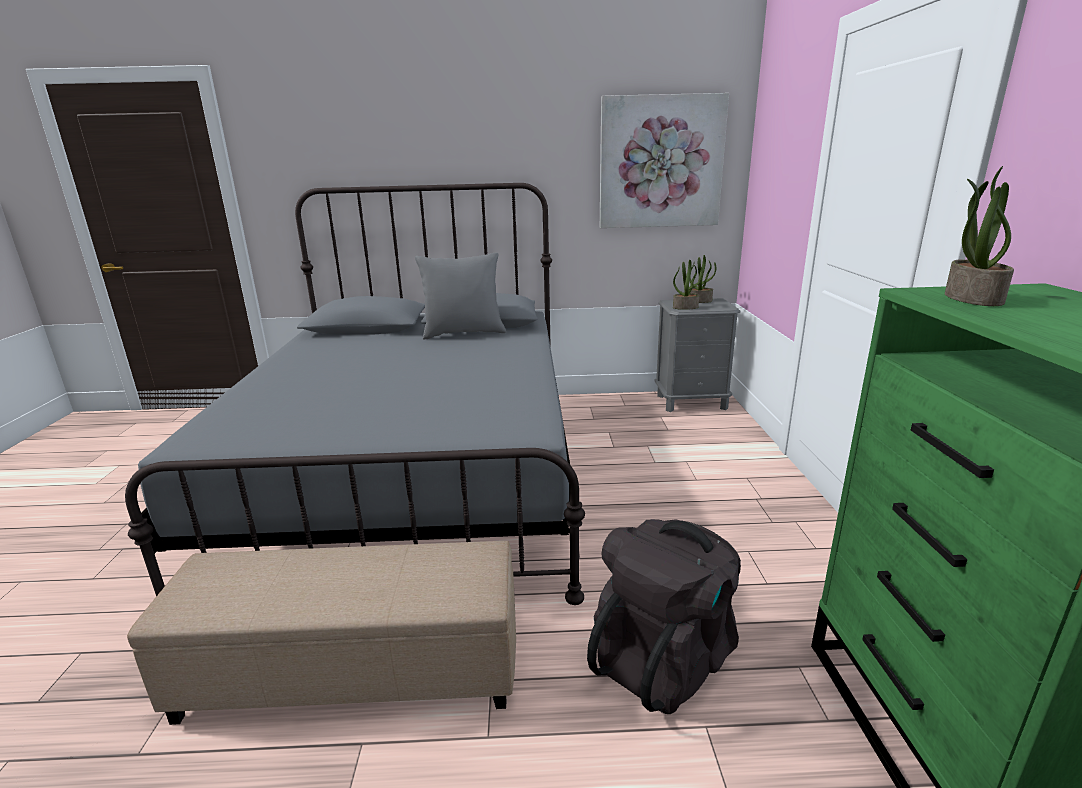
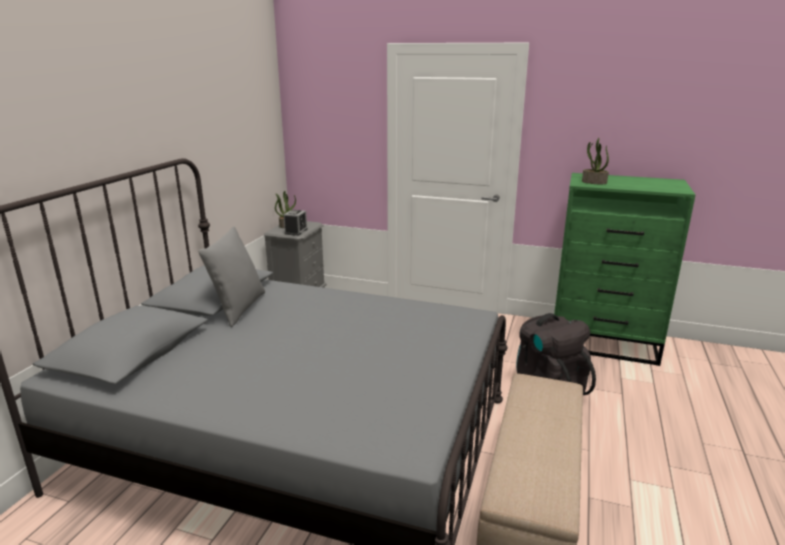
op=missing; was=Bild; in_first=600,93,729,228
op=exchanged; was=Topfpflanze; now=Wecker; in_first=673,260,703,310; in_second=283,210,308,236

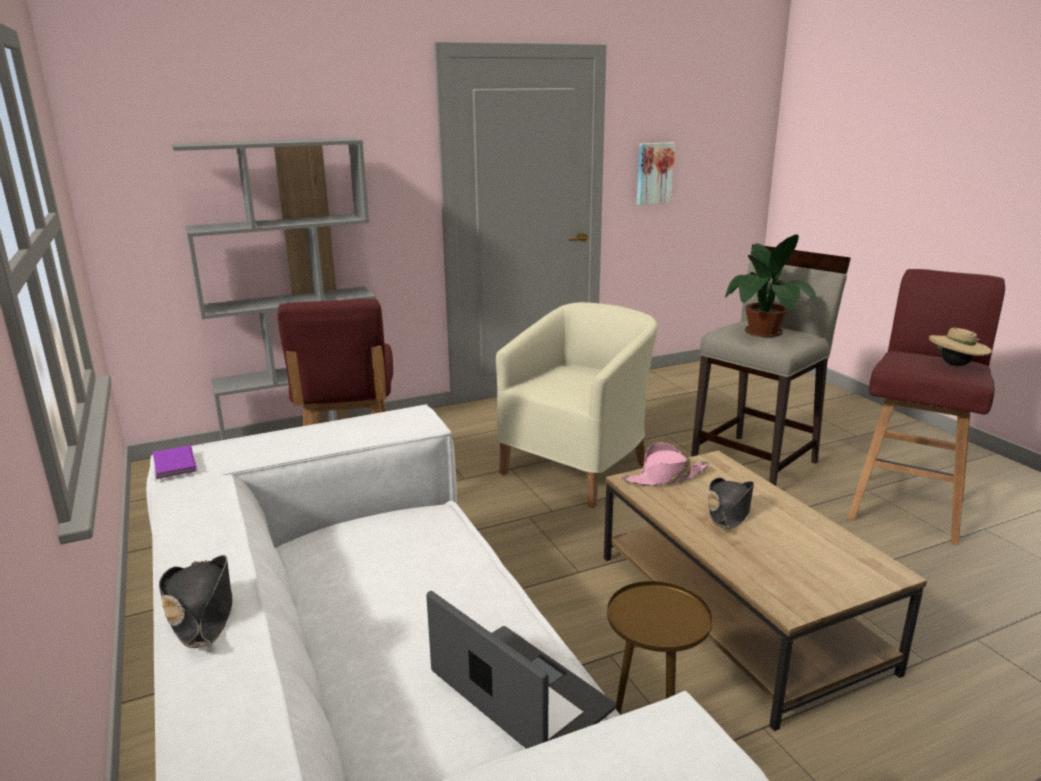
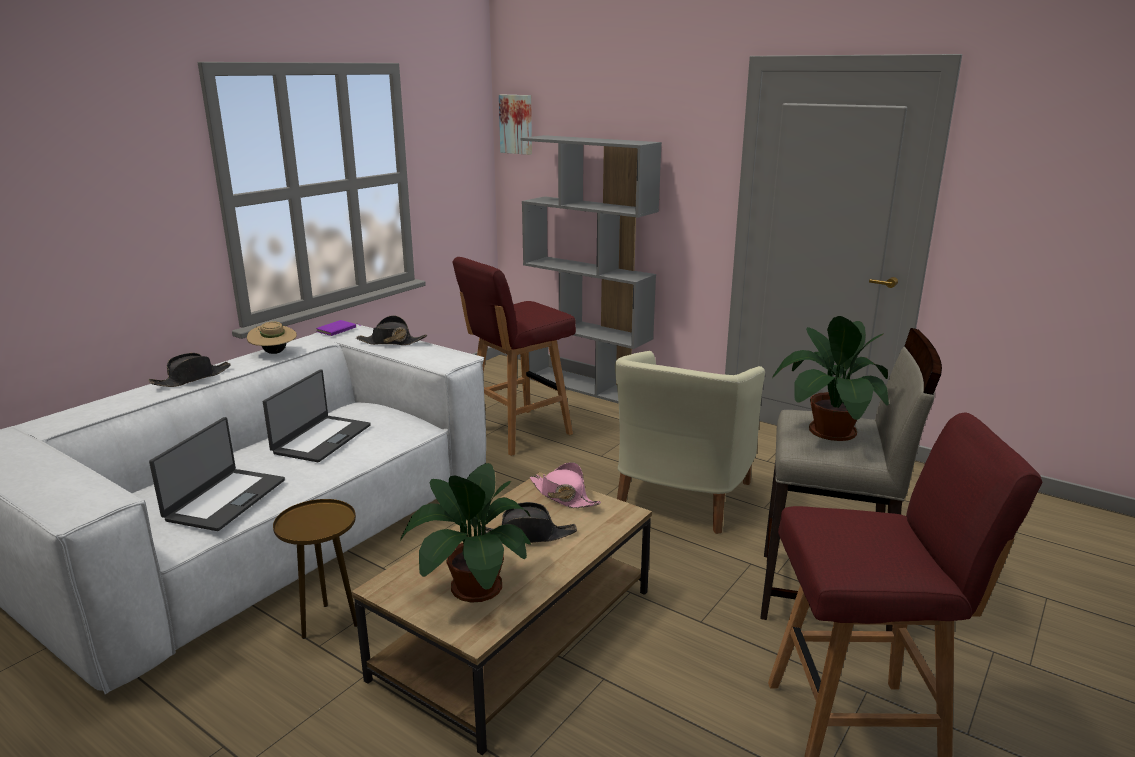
op=relocated; was=Bild; in_first=637,142,675,205; in_second=499,95,532,155
op=spun; was=Sessel/beige; in_first=496,302,658,508; in_second=615,351,765,534; clockwise=105
op=relocated; was=Hut/beige; in_first=929,328,992,366; in_second=247,321,297,354
op=appeared; now=Hut/schwarz; in_second=356,315,427,345
op=appeared; now=Laptop; in_second=263,370,371,462
op=appeared; now=Topfpflanze; in_second=400,463,531,603

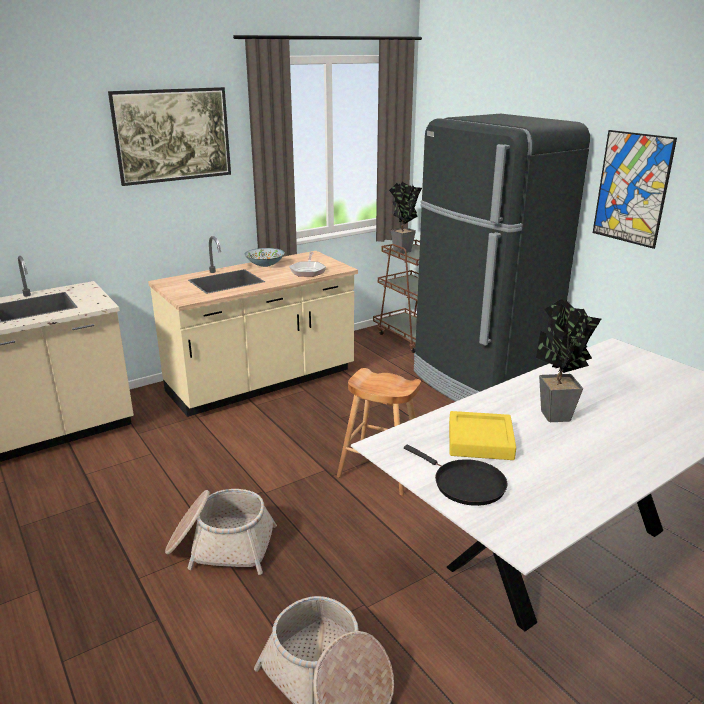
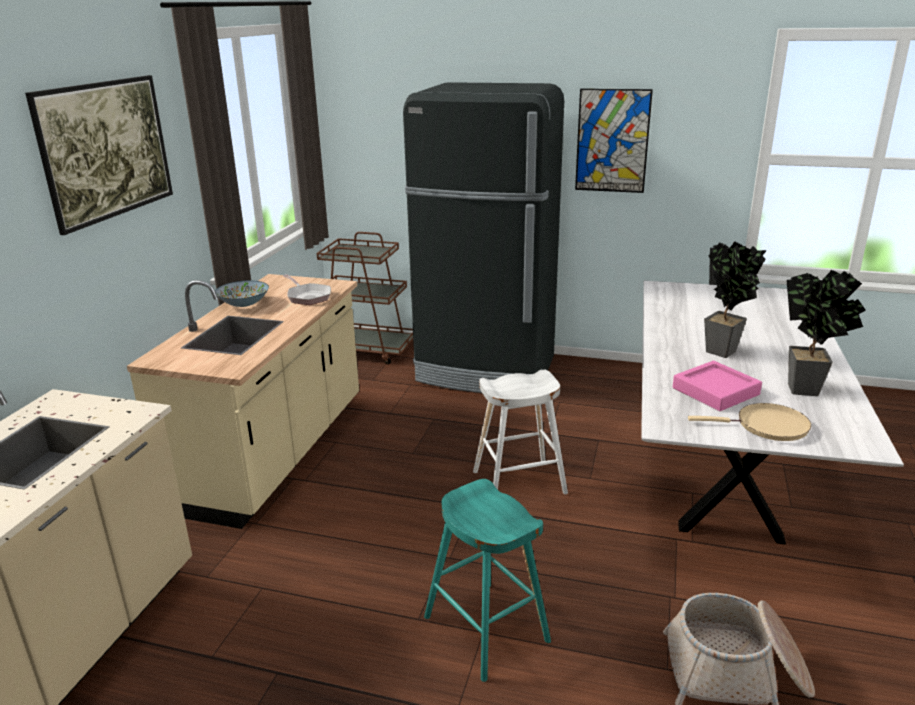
op=relocated; was=Topfpflanze; in_first=389,182,422,254; in_second=787,270,866,396
op=colour; was=Hocker/braun; now=Hocker/weiß; in_first=337,368,421,495; in_second=473,369,568,494
op=colour; was=Tablett/gelb; now=Tablett/rosa; in_first=449,411,516,460; in_second=673,361,762,411
op=colour; was=Pfanne/schwarz; now=Pfanne/beige; in_first=404,445,507,506; in_second=688,403,811,441
op=exchanged; was=Korb; now=Hocker/türkis; in_first=165,489,277,575; in_second=424,479,551,682

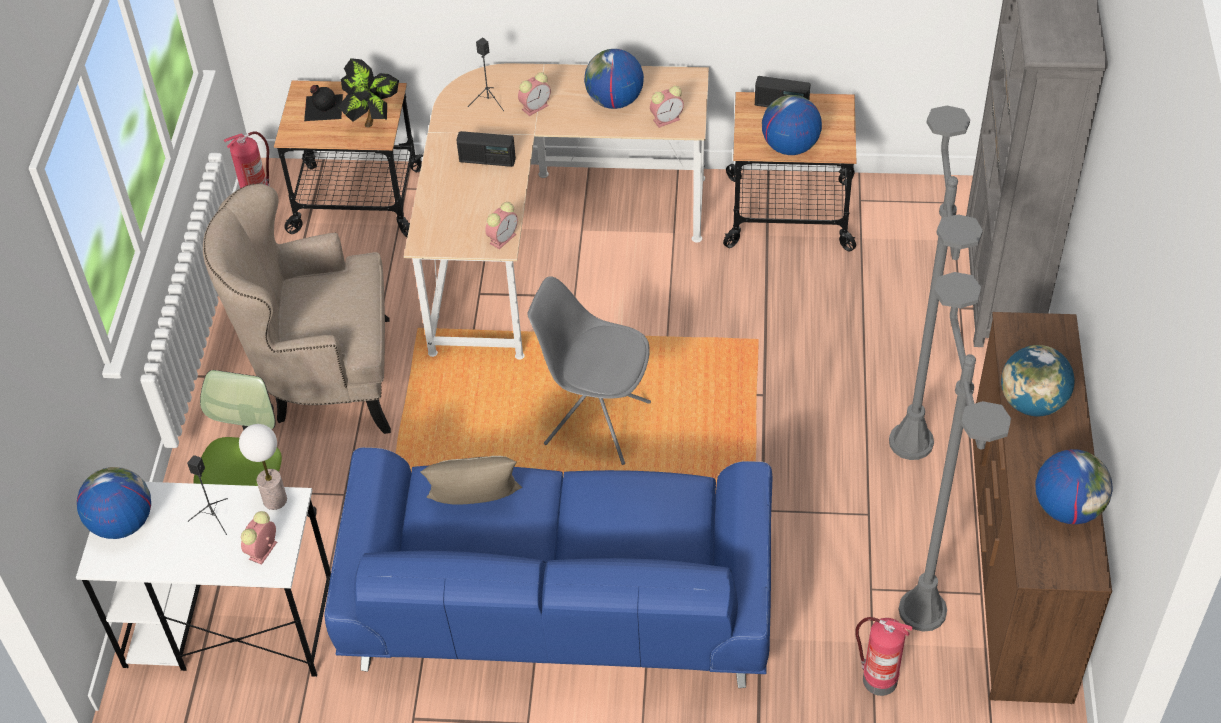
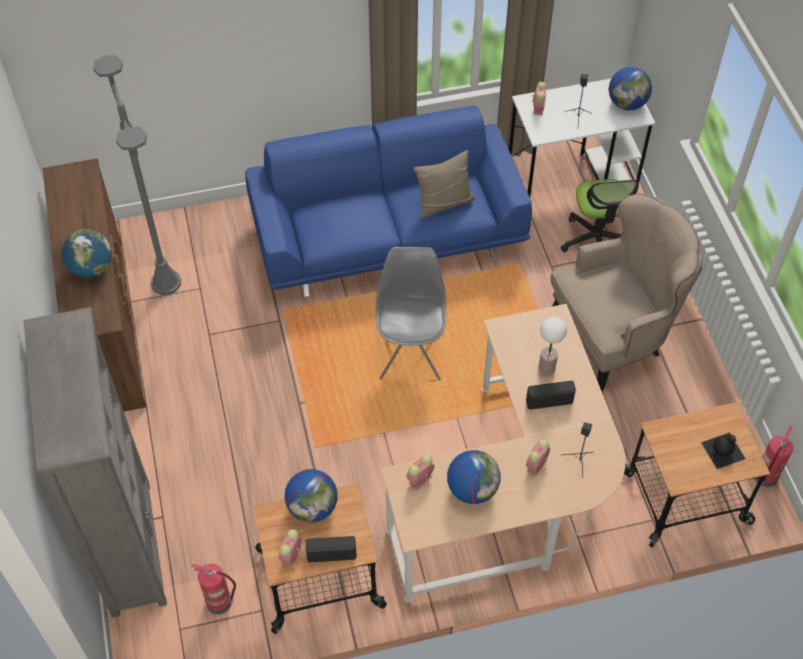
op=missing; was=Topfpflanze; in_first=339,58,399,128
op=missing; was=Stehlampe/grau; in_first=889,106,983,460
op=relocated; was=Wecker; in_first=485,202,518,249; in_second=279,529,301,567
op=spun; was=Stuhl/grau; in_first=527,276,651,465; in_second=376,247,447,380; clockwise=-90
op=relocated; was=Tischlampe; in_first=239,424,287,510; in_second=539,317,567,375
op=missing; was=Globus; in_first=1035,449,1113,524
op=relocated; was=Feuerlöscher; in_first=855,617,913,696; in_second=191,564,236,614

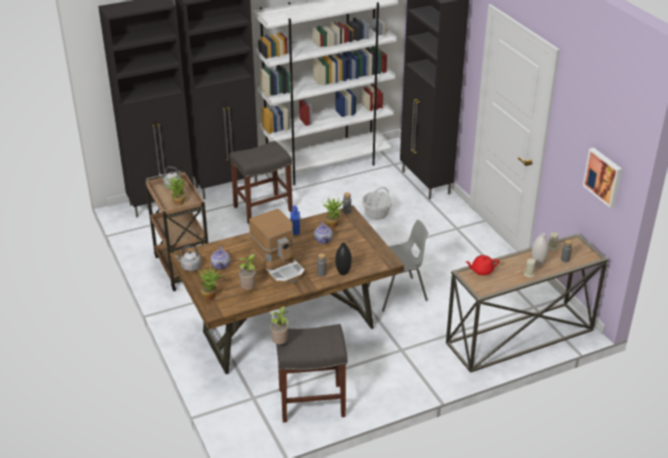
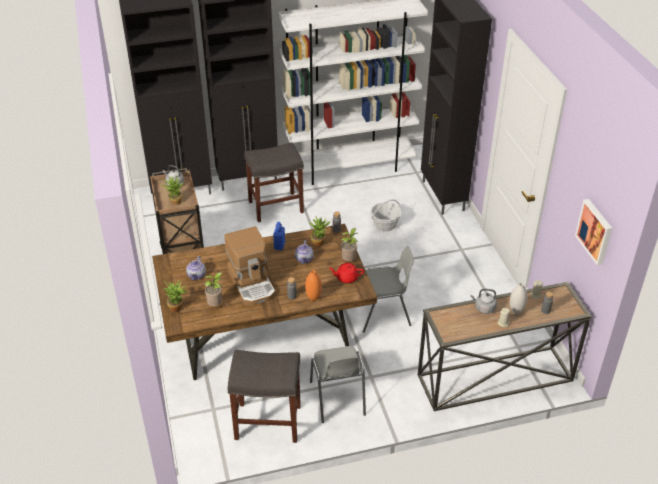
op=colour; was=Vase/schwarz; now=Vase/orange; in_first=335,243,352,275; in_second=305,270,322,301
op=relocated; was=Wasserkessel/grau; in_first=175,246,201,271; in_second=470,289,497,314
op=relocated; was=Teekanne/rot; in_first=466,255,500,275; in_second=329,263,364,283
op=relocated; was=Topfpflanze; in_first=270,306,289,344; in_second=341,228,358,261
op=appeared; now=Stuhl/grau; in_second=310,346,366,423

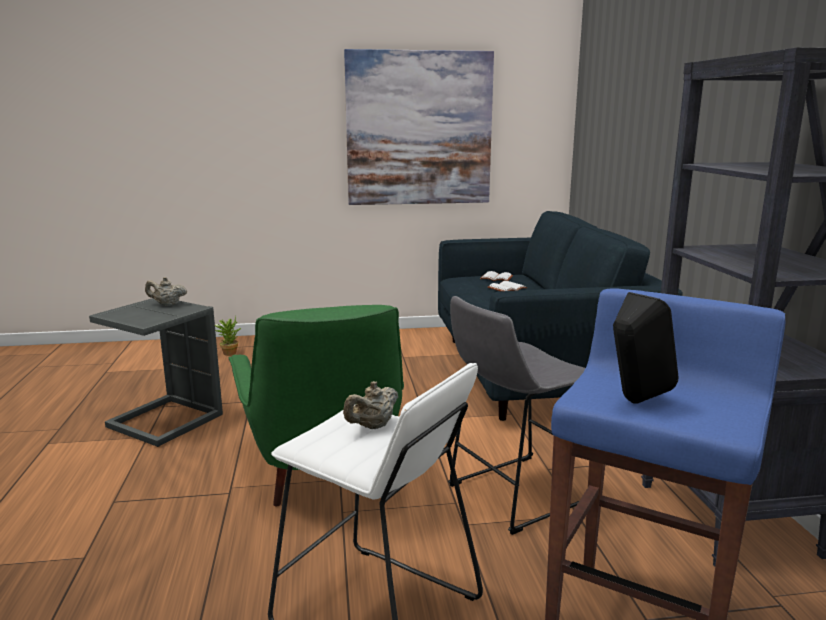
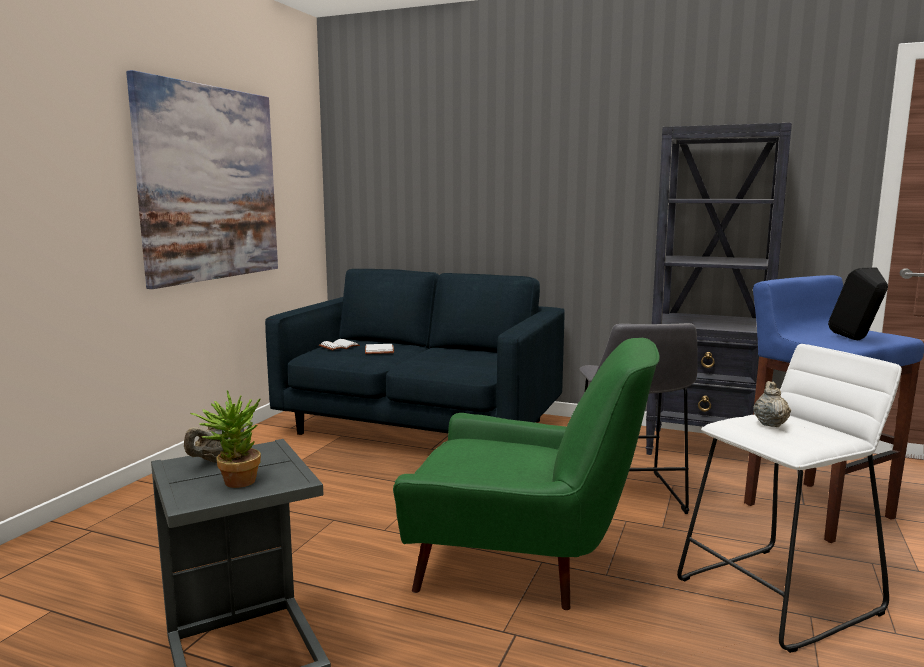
op=relocated; was=Topfpflanze; in_first=215,315,241,356; in_second=190,390,261,488
op=spun; was=Teekanne/beige; in_first=343,381,398,429; in_second=753,381,791,427; clockwise=-150

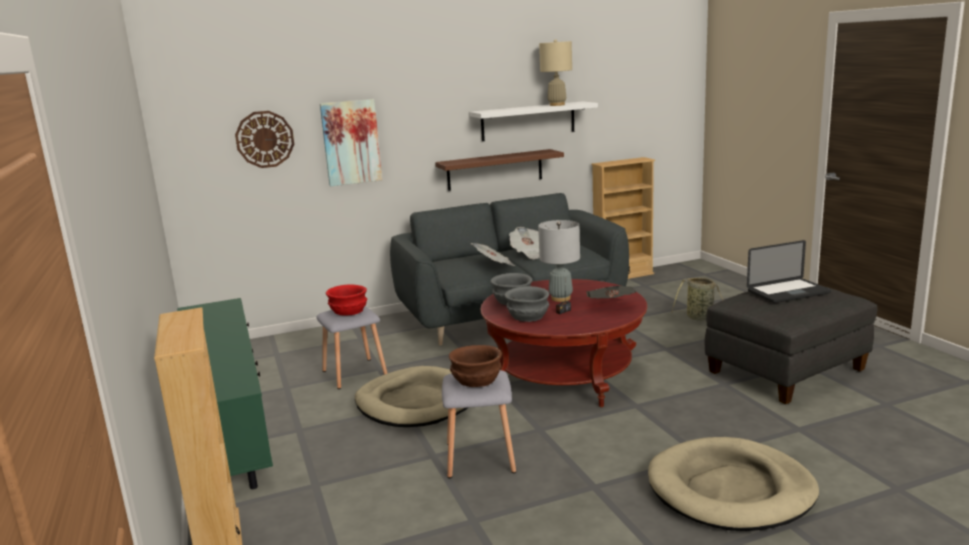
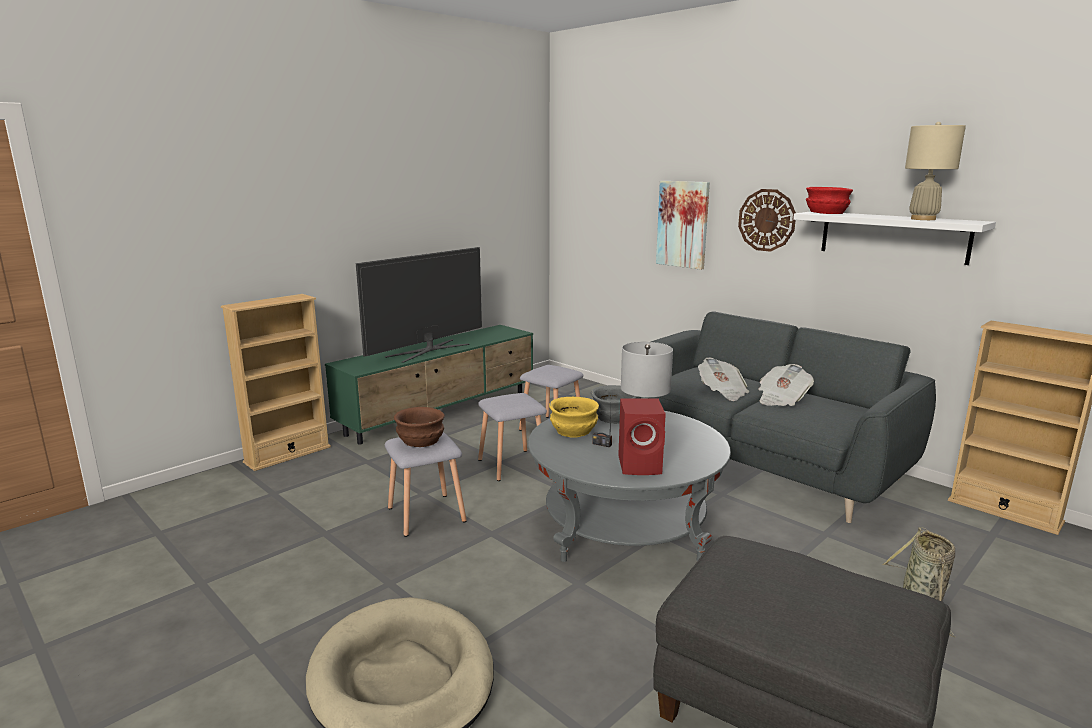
op=relocated; was=Wanduhr; in_first=235,111,294,168; in_second=738,189,796,252
op=missing; was=Wandregal/braun; in_first=435,149,564,191
op=missing; was=Laptop; in_first=747,240,831,303
op=colour; was=Couchtisch/rot; now=Couchtisch/grau; in_first=480,279,647,407; in_second=528,411,731,562
op=relocated; was=Schüssel/rot; in_first=326,284,367,316; in_second=806,187,853,214
op=colour; was=Schüssel/grau; now=Schüssel/gelb; in_first=504,286,549,322; in_second=549,397,599,438
op=exchanged; was=Zeitung; now=Lautsprecher/rot; in_first=586,286,636,299; in_second=618,399,666,475
op=exchanged; was=Hundebett/beige; now=Hocker/grau; in_first=355,366,467,427; in_second=478,393,547,481
op=appeared; now=Fernseher; in_second=356,247,482,363

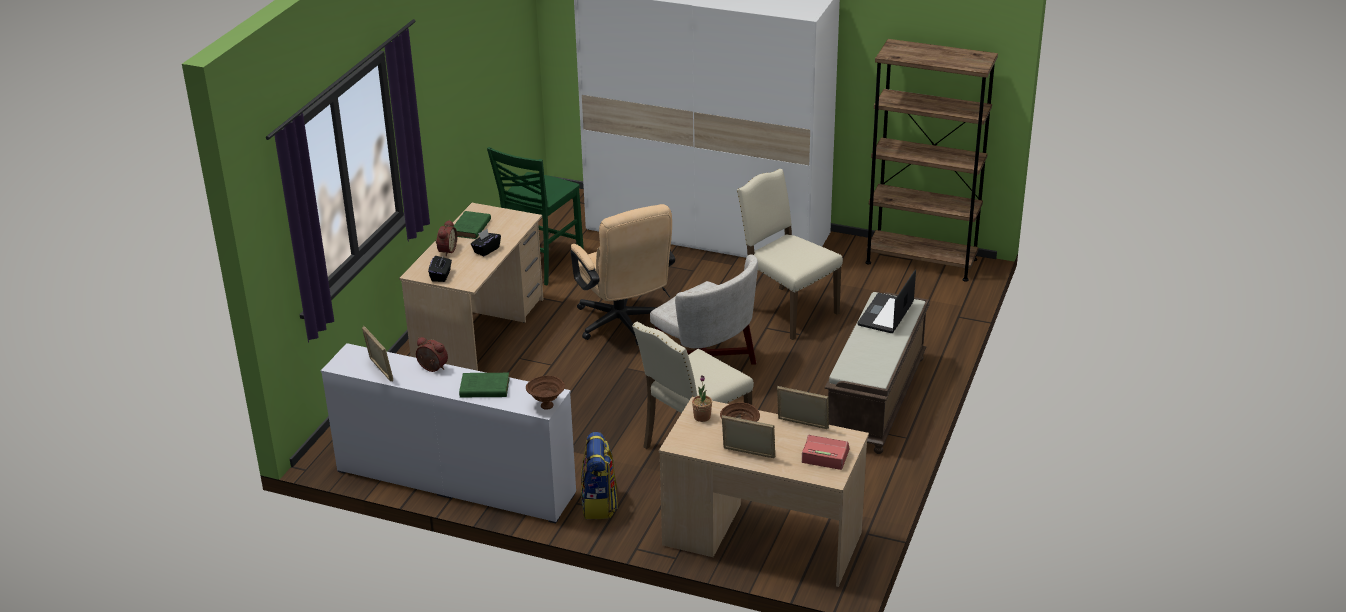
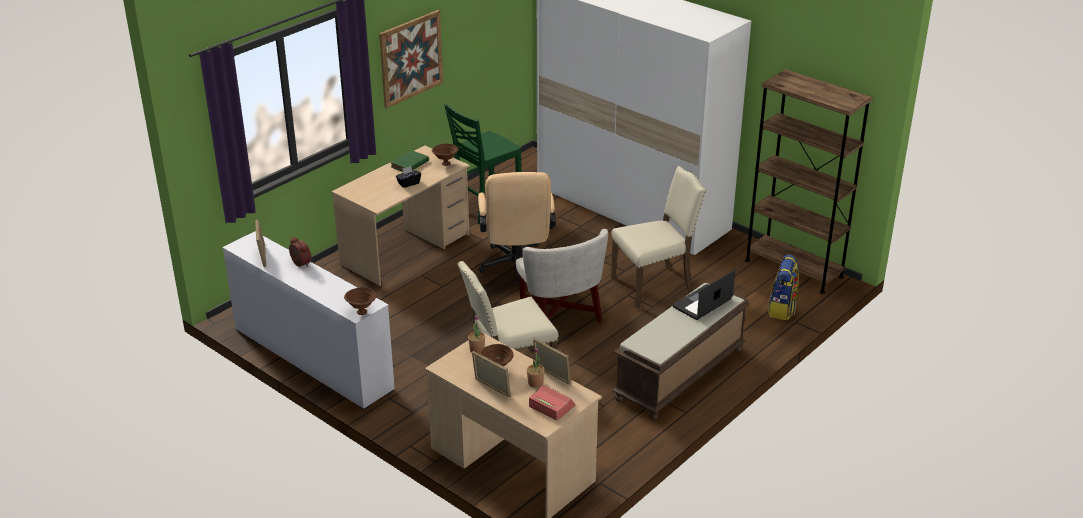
op=spun; was=Stuhl/beige; in_first=737,169,843,340; in_second=611,166,707,308; clockwise=90
op=missing; was=Wecker; in_first=435,220,457,256
op=missing; was=Taschentuchbox/schwarz; in_first=428,255,452,282
op=missing; was=Buch/grün; in_first=459,373,510,397
op=relocated; was=Rucksack; in_first=581,432,618,519; in_second=768,254,799,320
op=appeared; now=Bild; in_second=379,10,443,108
op=appeared; now=Schüssel/braun; in_second=432,143,458,166
op=appeared; now=Topfpflanze; in_second=527,347,545,388

